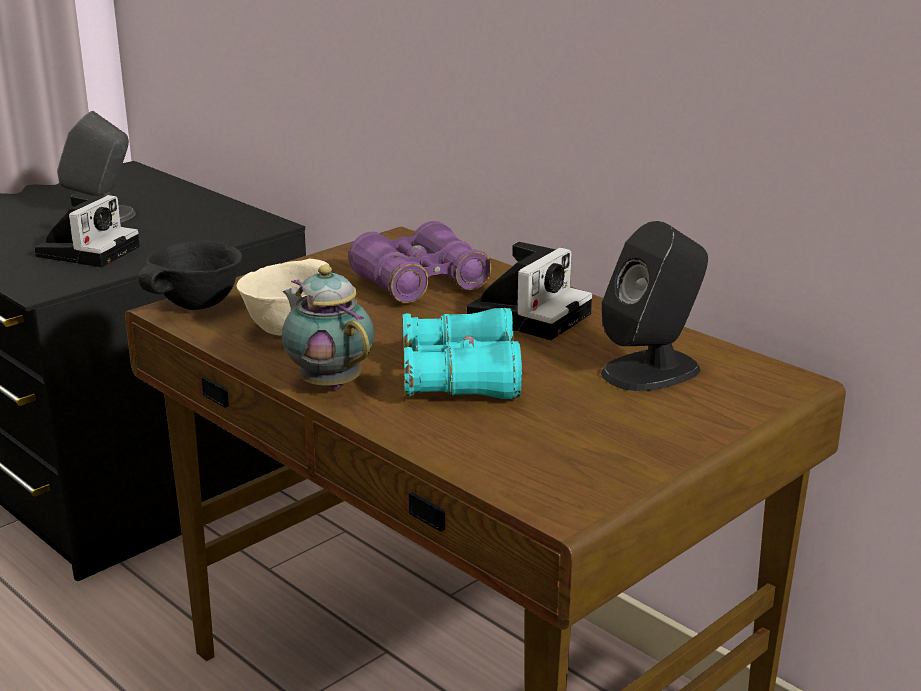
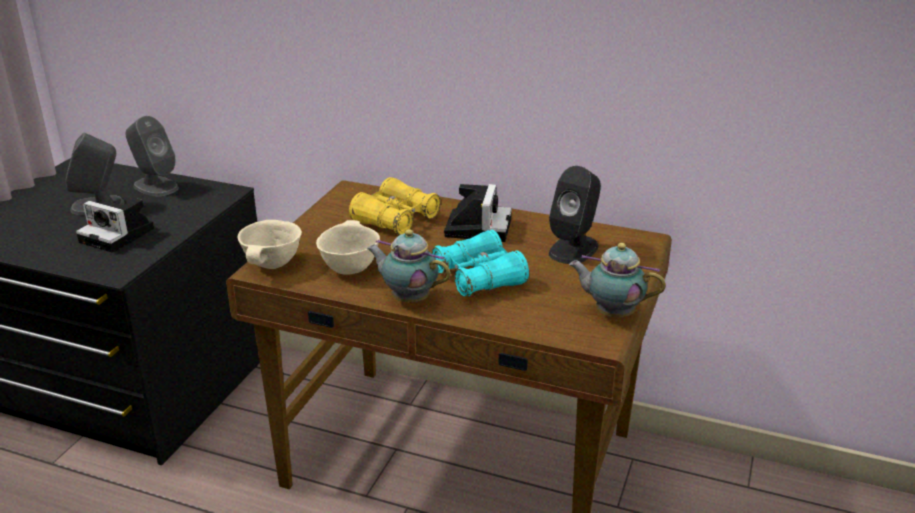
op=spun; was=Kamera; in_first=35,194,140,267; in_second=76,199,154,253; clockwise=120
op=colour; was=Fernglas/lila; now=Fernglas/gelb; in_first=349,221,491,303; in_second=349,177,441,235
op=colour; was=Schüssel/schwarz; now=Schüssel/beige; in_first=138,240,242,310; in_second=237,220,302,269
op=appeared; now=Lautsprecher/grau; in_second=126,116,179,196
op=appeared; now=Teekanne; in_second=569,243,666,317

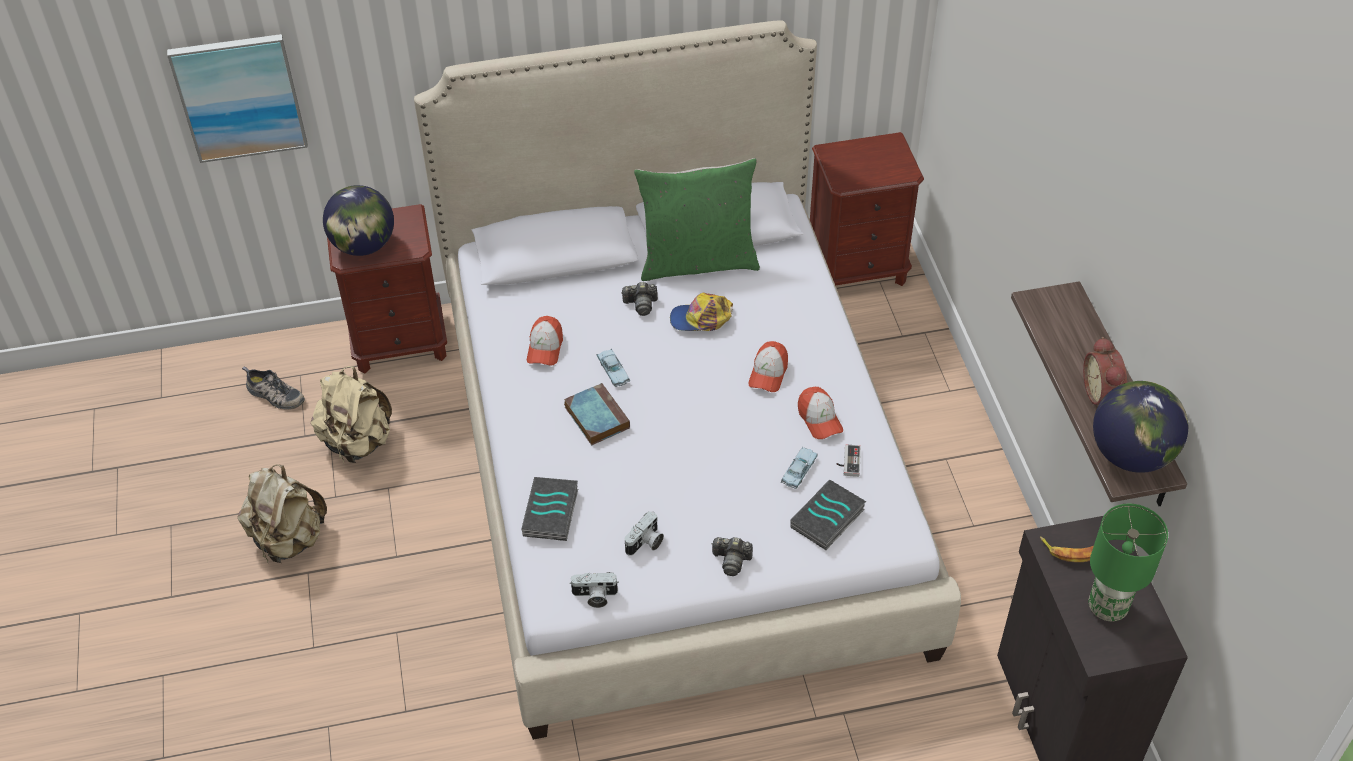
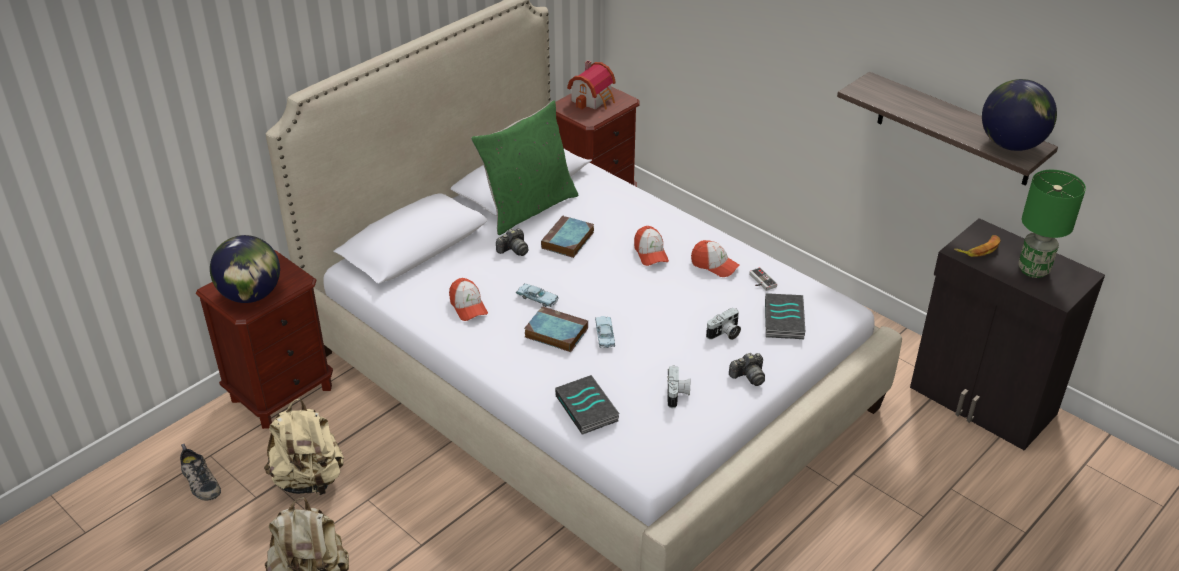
op=missing; was=Bild; in_first=167,34,308,163
op=exchanged; was=Kappe; now=Buch; in_first=670,293,733,331; in_second=541,216,594,258
op=missing; was=Wecker; in_first=1083,337,1127,405
op=spun; was=Schuh; in_first=242,366,305,410; in_second=180,444,221,501; clockwise=60
op=relocated; was=Spielzeugauto/blau; in_first=781,447,818,489; in_second=595,316,615,348
op=relocated; was=Kamera; in_first=569,572,619,608; in_second=706,308,741,340
op=appeared; now=Spielzeughaus; in_second=567,60,616,109

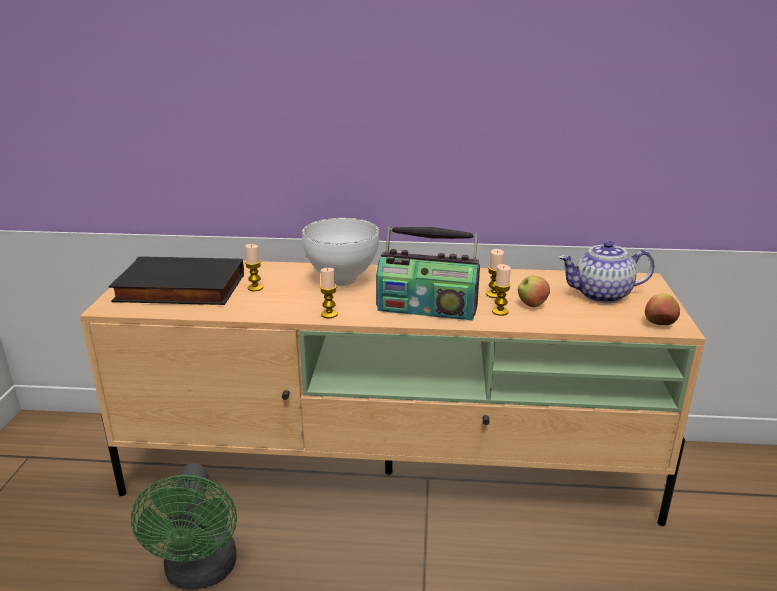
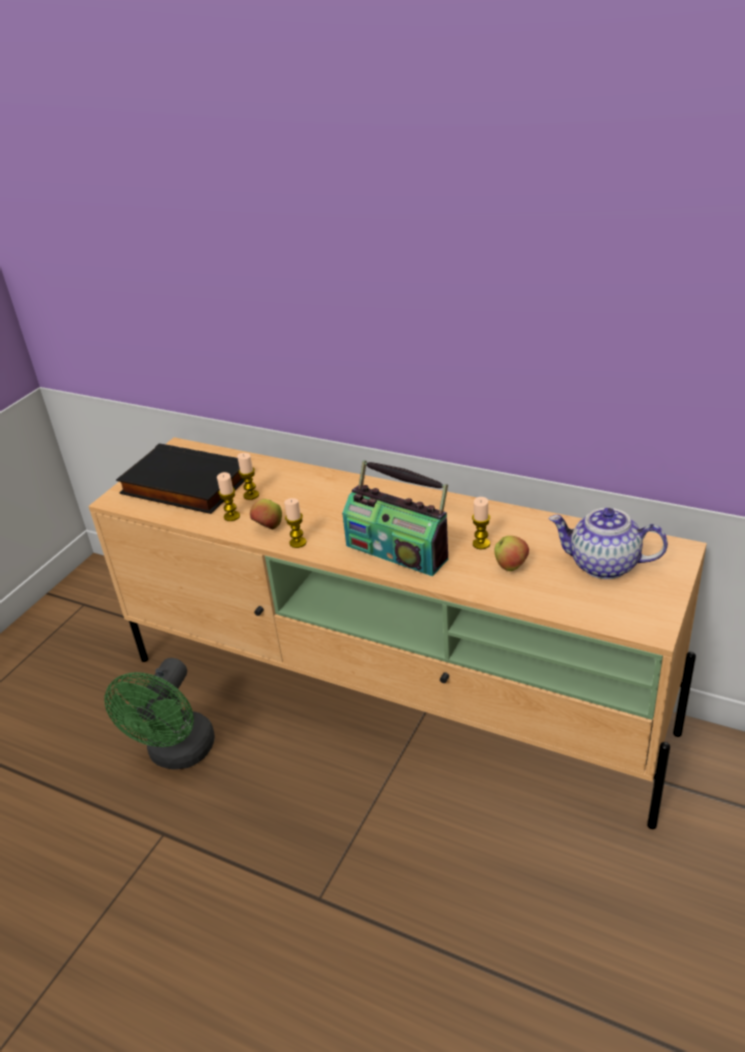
op=missing; was=Schüssel/weiß; in_first=302,217,379,286
op=relocated; was=Kerze; in_first=492,264,511,316; in_second=217,472,240,521
op=relocated; was=Apfel; in_first=645,294,680,325; in_second=250,499,282,530

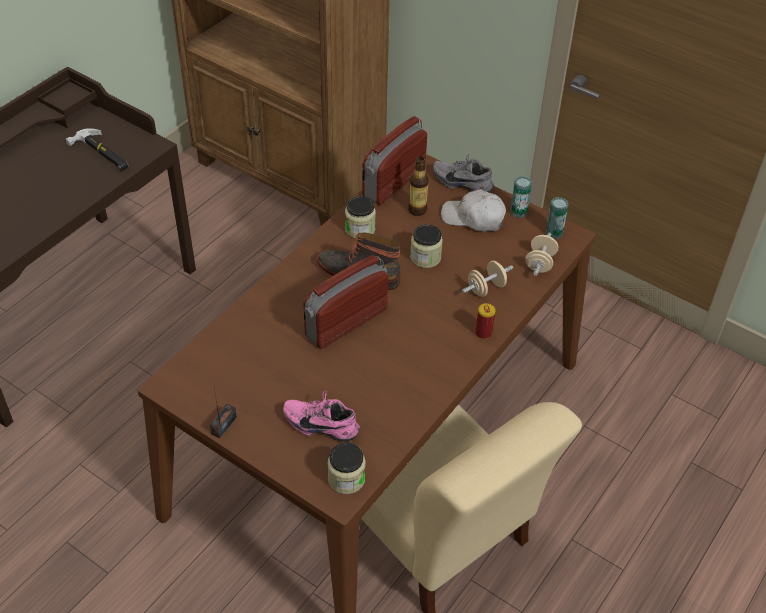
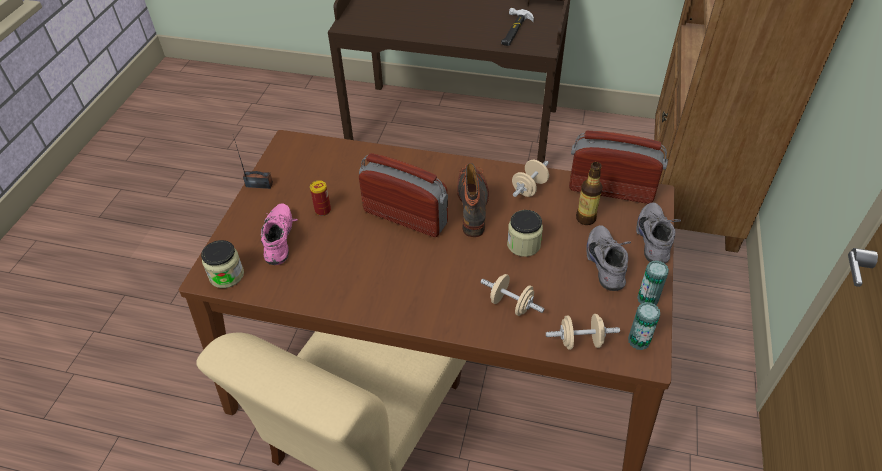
op=exchanged; was=Kappe/weiß; now=Schuh/grau; in_first=441,190,506,232; in_second=586,225,631,291
op=exchanged; was=Vorratsglas; now=Hantel/beige; in_first=345,196,376,238; in_second=512,160,549,197
op=relocated; was=Dose; in_first=475,303,496,339; in_second=310,180,331,216

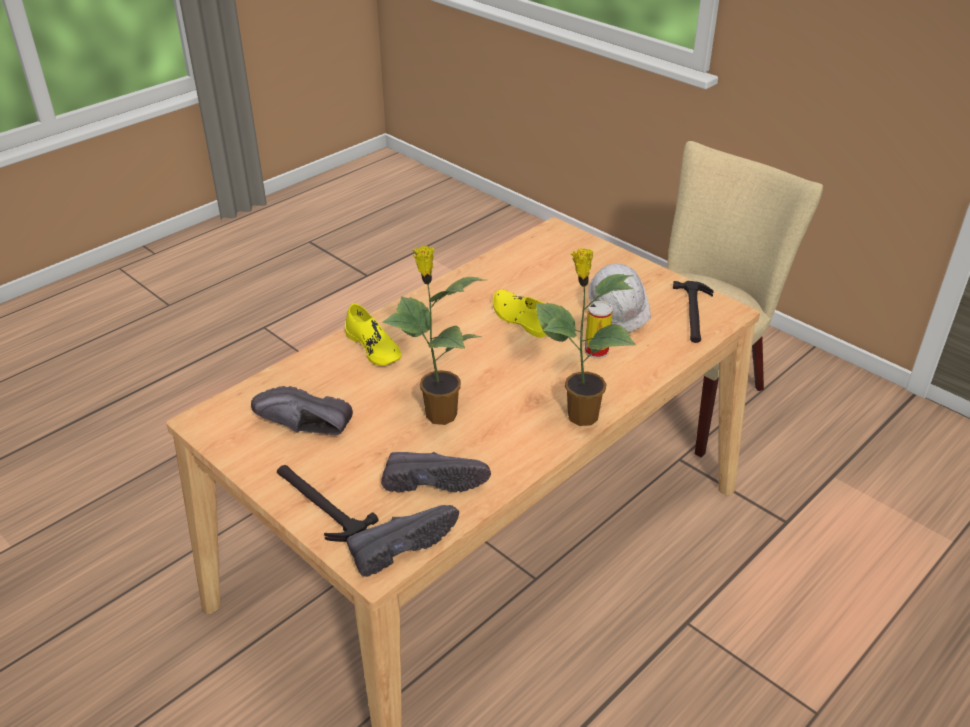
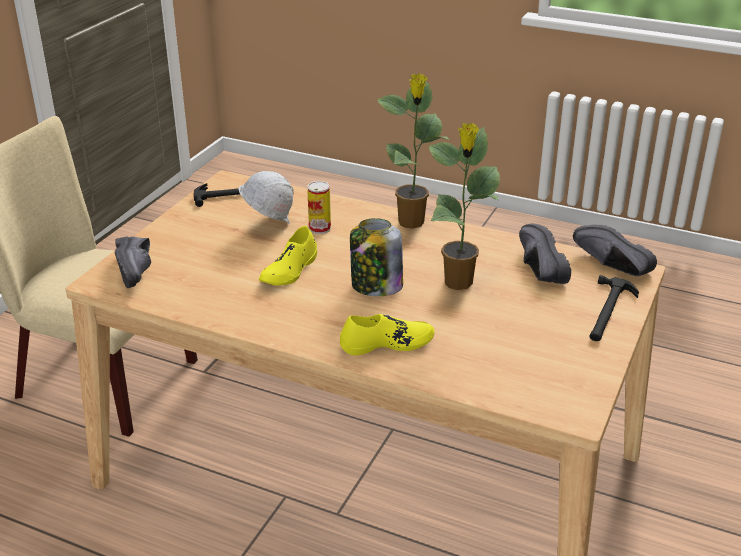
op=spun; was=Schuh/gelb; in_first=345,303,401,366; in_second=340,314,435,355; clockwise=45
op=relocated; was=Schuh/schwarz; in_first=251,386,353,435; in_second=115,237,151,288
op=appeared; now=Vorratsglas; in_second=350,218,403,296

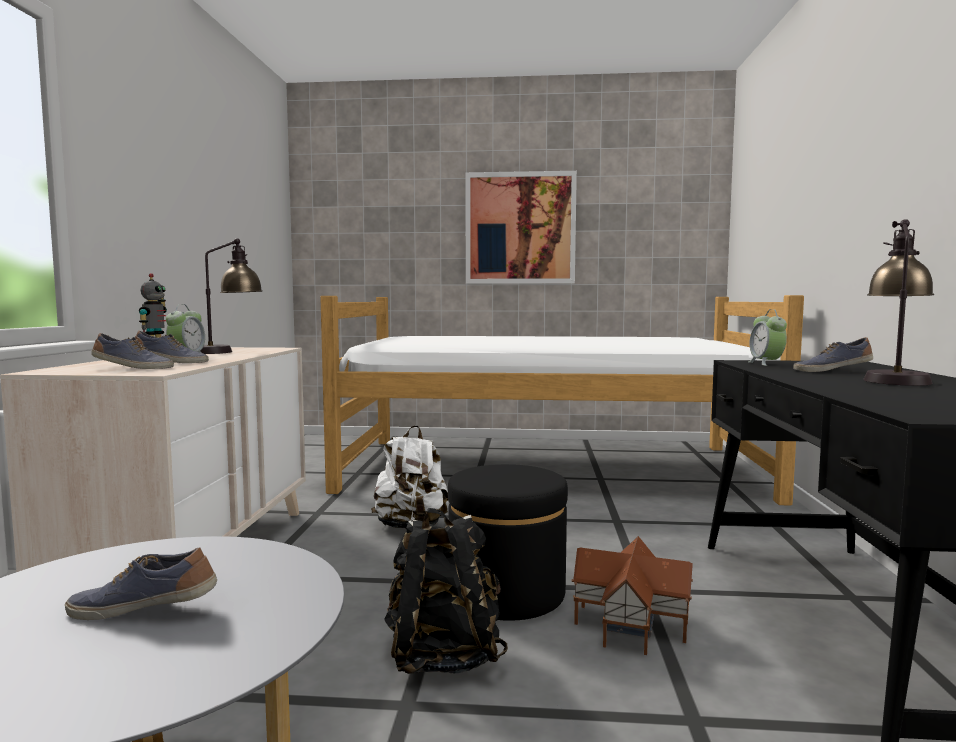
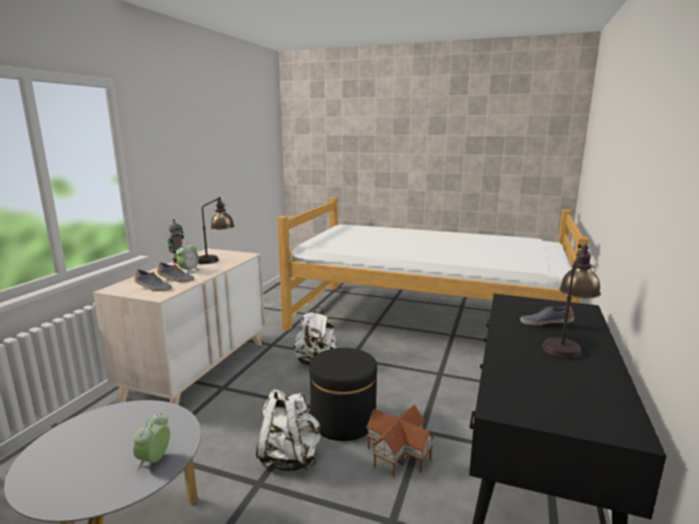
op=missing; was=Bild; in_first=466,171,577,284
op=relocated; was=Wecker; in_first=749,309,787,366; in_second=133,413,170,471
op=colour; was=Rucksack/schwarz; now=Rucksack/weiß; in_first=384,508,508,674; in_second=256,389,321,471
op=missing; was=Schuh; in_first=65,547,217,620

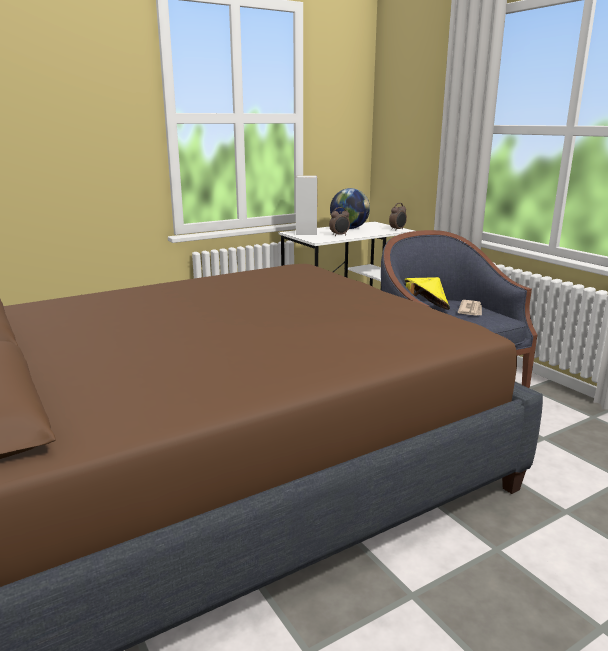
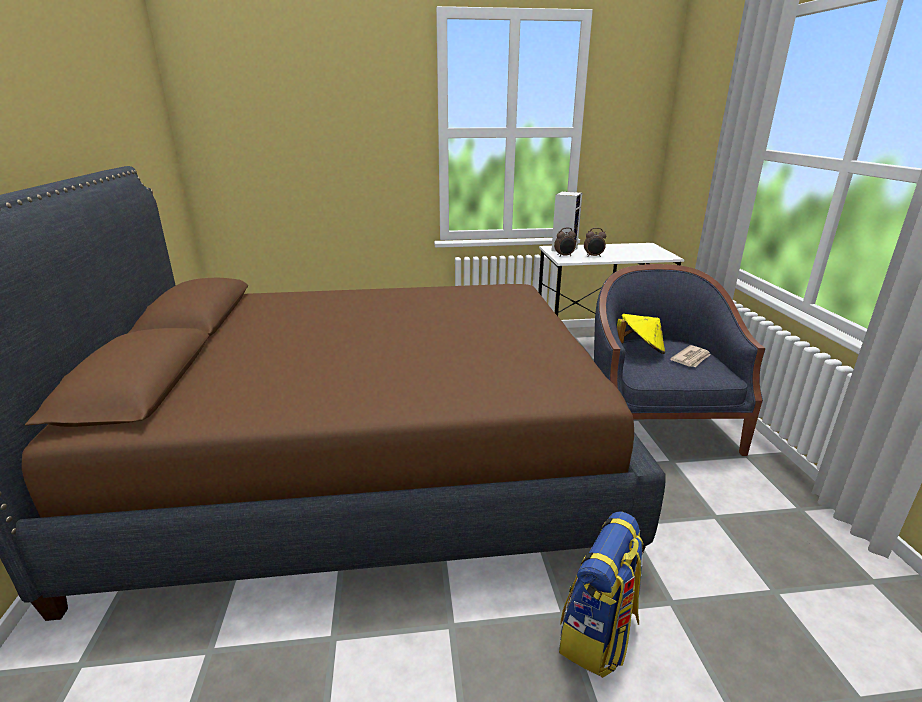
op=missing; was=Globus; in_first=330,188,370,229
op=relocated; was=Wecker; in_first=389,203,407,231; in_second=554,228,576,257
op=appeared; now=Rucksack; in_second=559,512,643,678

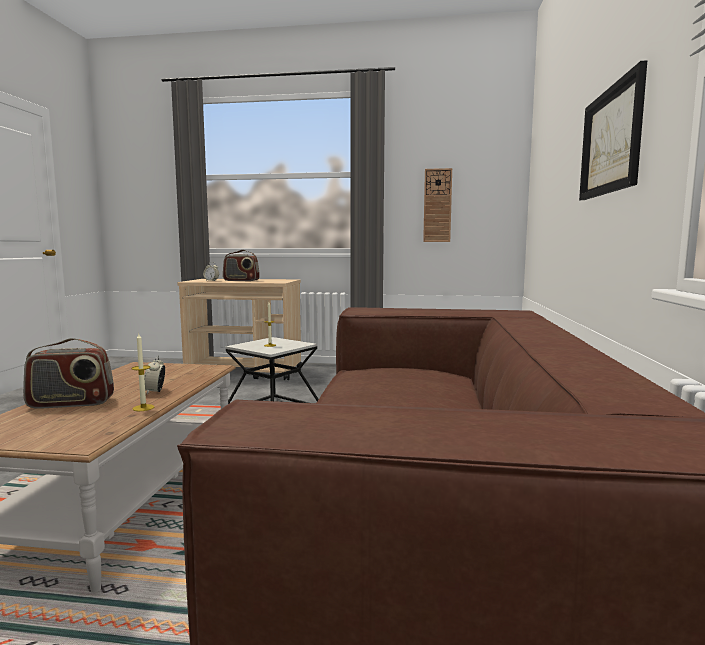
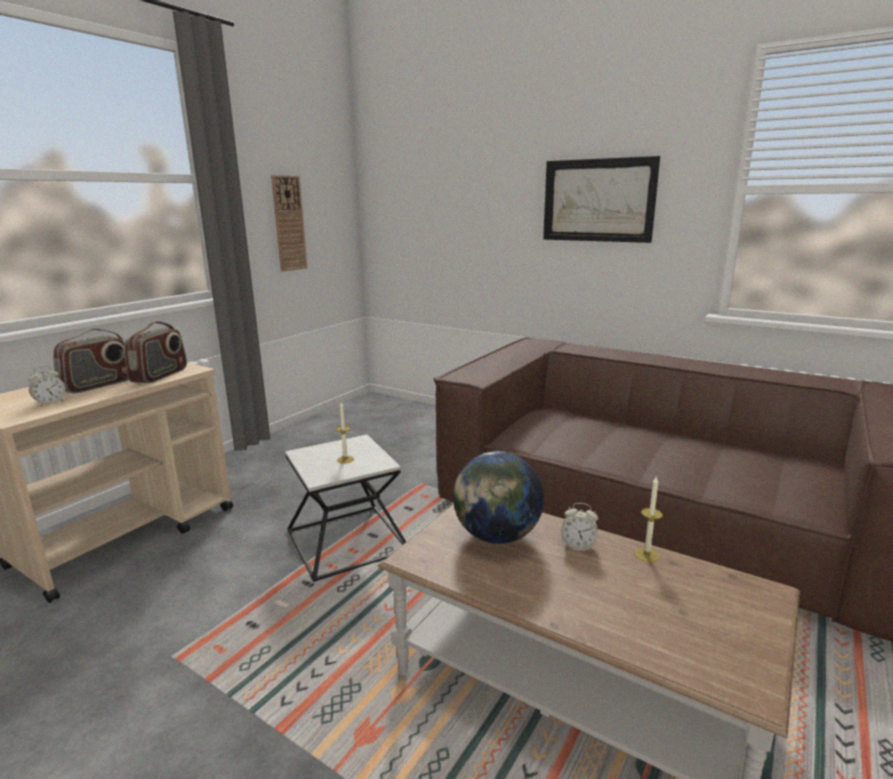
op=relocated; was=Radio; in_first=23,338,114,409; in_second=124,321,187,383
op=appeared; now=Globus; in_second=453,451,544,544

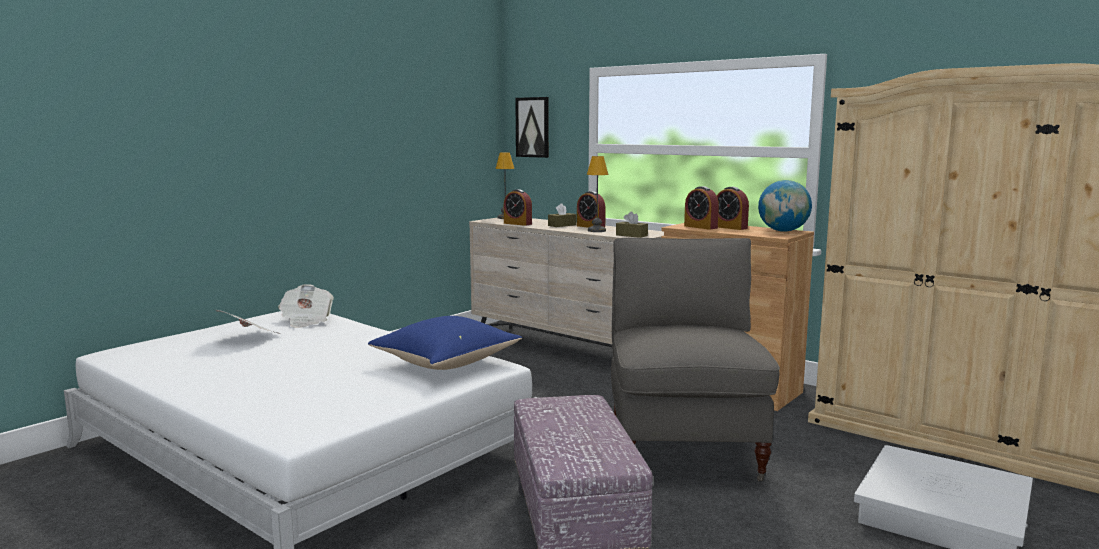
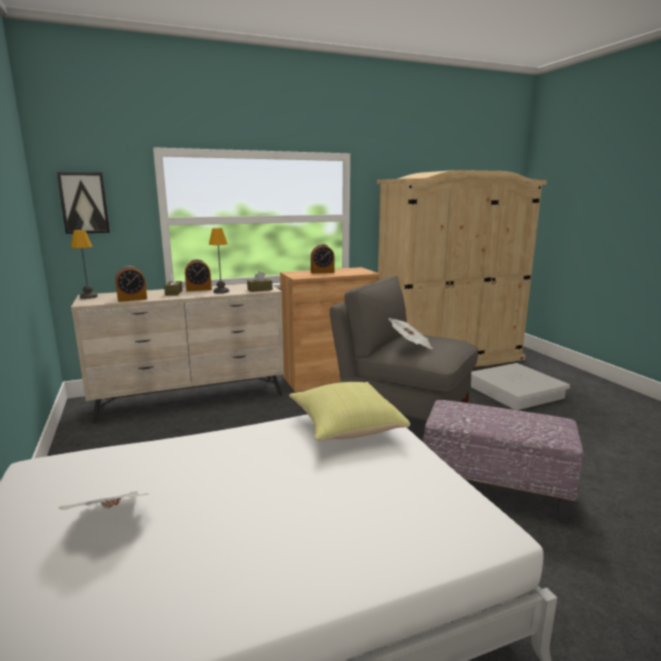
op=missing; was=Globus; in_first=758,180,812,232
op=missing; was=Wecker; in_first=684,186,719,230
op=relocated; was=Zeitung; in_first=278,284,334,328; in_second=389,318,433,349
op=colour; was=Kissen/blau; now=Kissen/gelb; in_first=368,316,522,370; in_second=289,382,410,441

